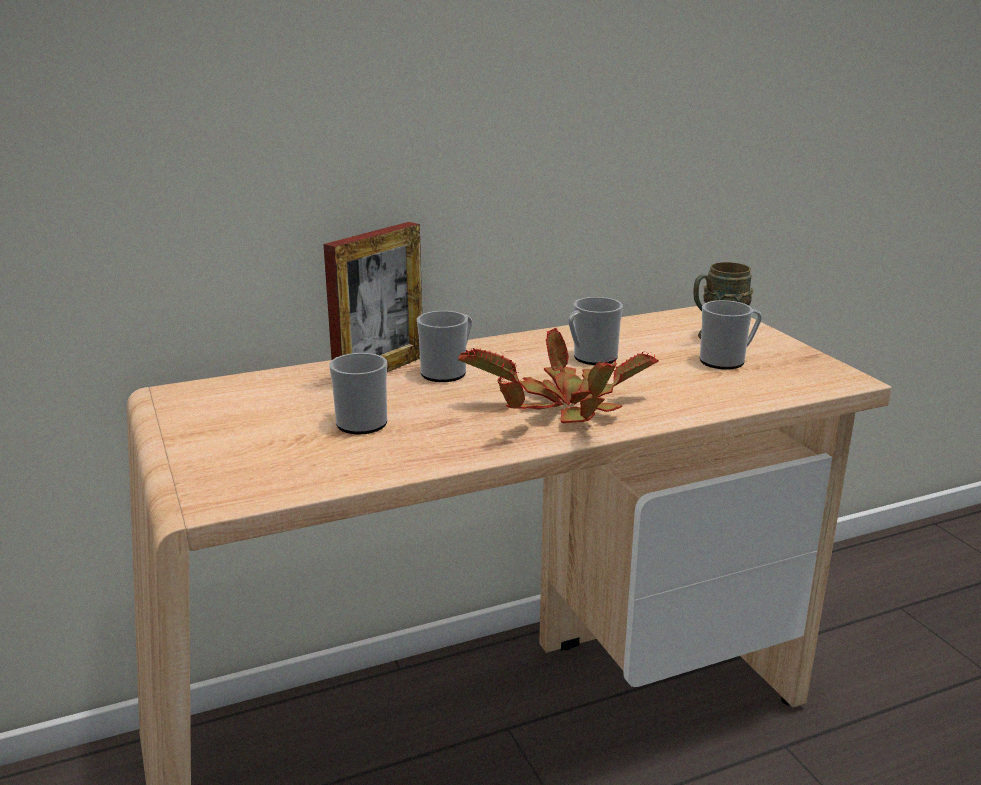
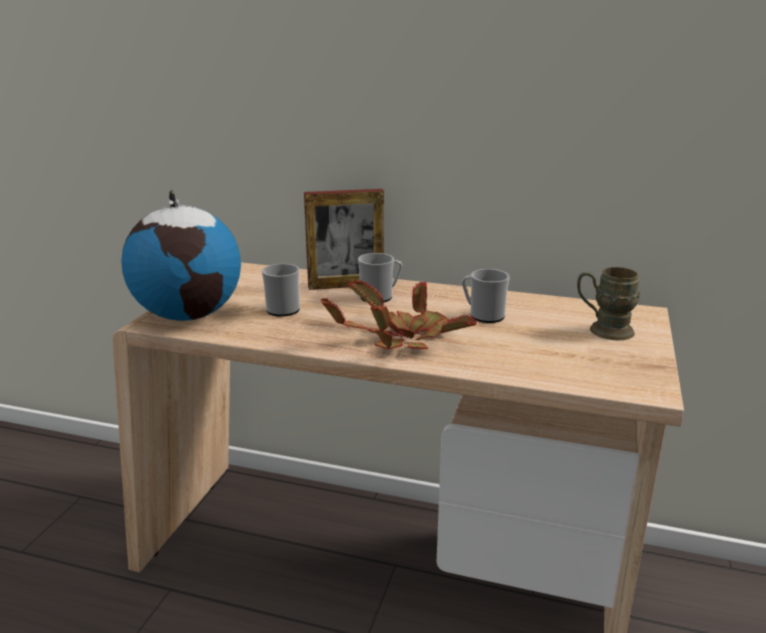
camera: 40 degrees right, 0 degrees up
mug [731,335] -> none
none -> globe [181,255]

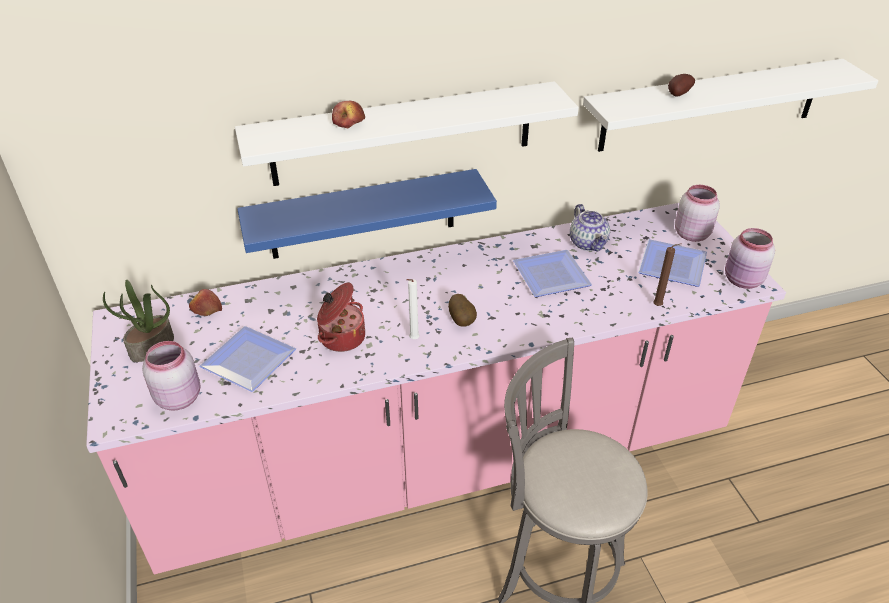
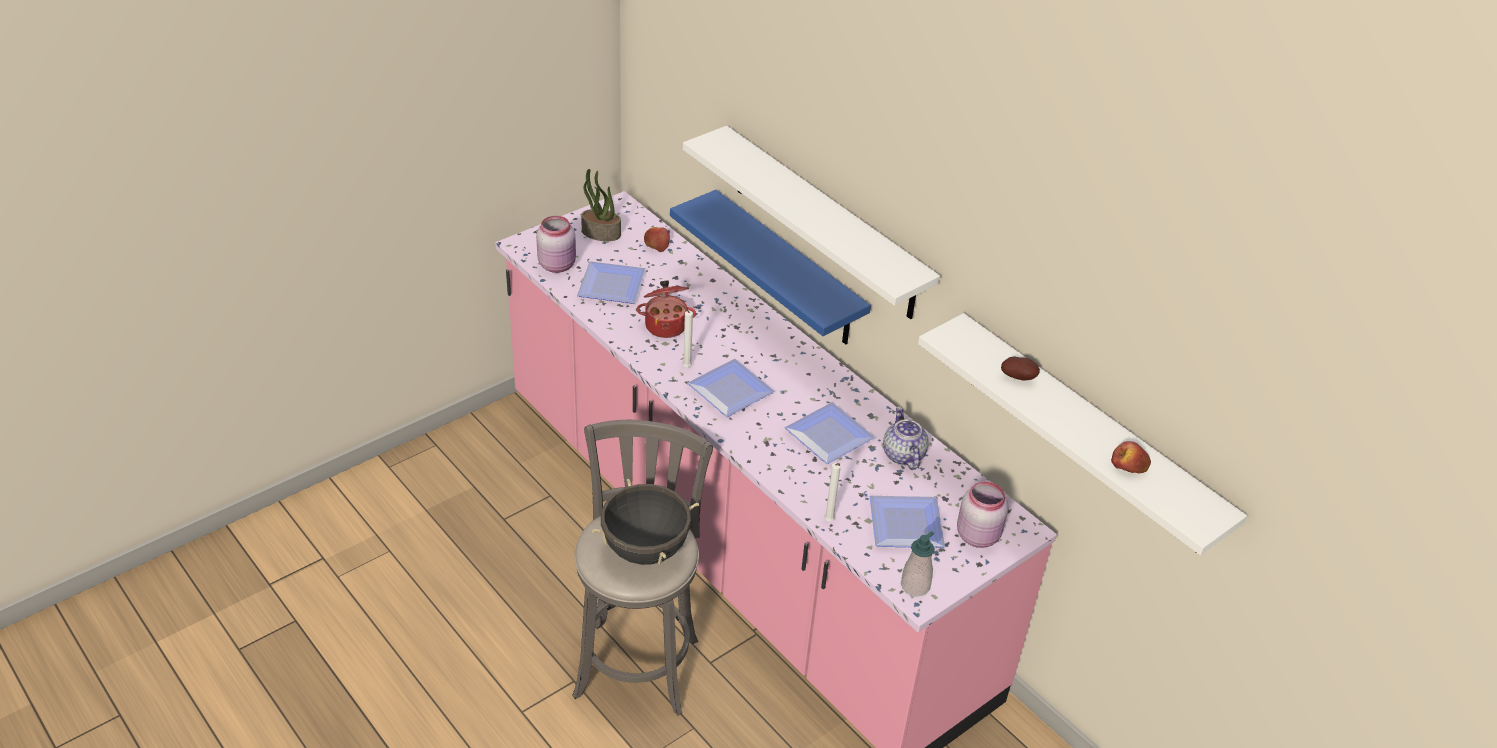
camera: 65 degrees right, 0 degrees up
pomme [348,114] -> pomme [1131,457], moved
théière [590,228] -> théière [906,438], 120 degrees clockwise
bocal/rose [750,258] -> distributeur de savon [918,563]
bougie/marron [667,274] -> bougie/blanc [832,492]
pomme de terre [462,310] -> assiette [731,388]
none -> marmite/noir [645,522]

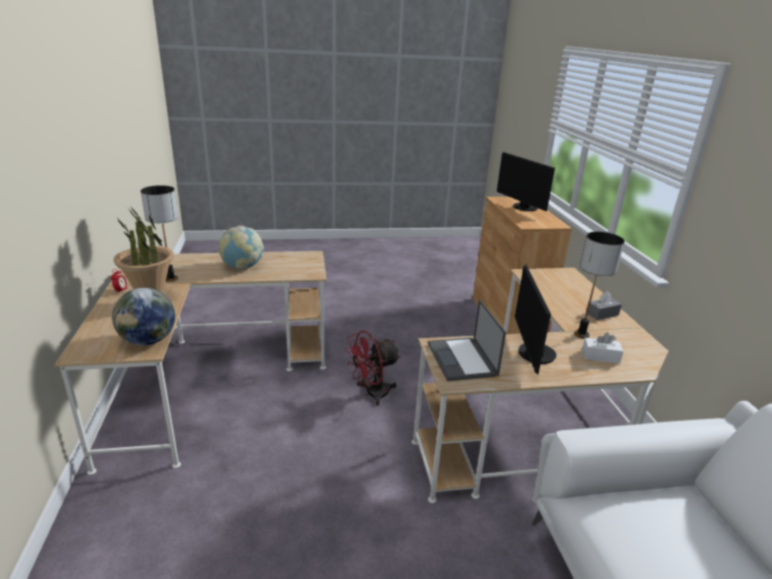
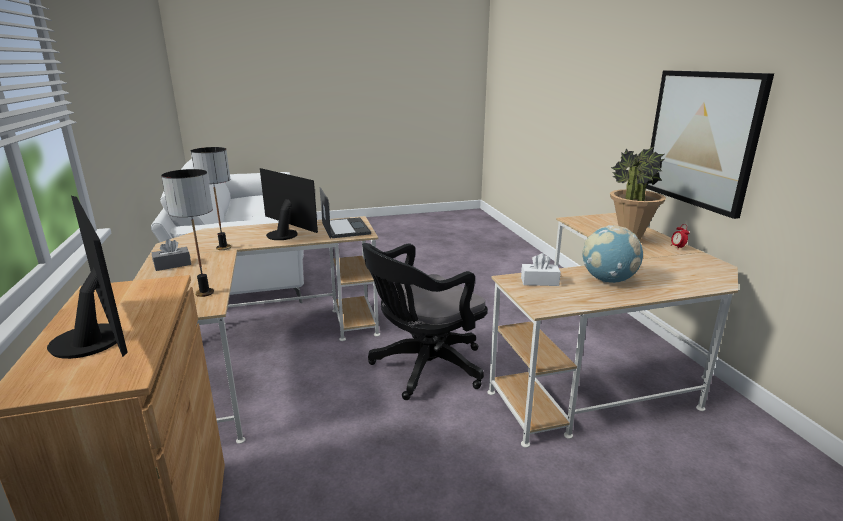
camera: 175 degrees right, 5 degrees down
lampe de table [159,233] -> lampe de table [187,233], moved
écran d'ordinateur [536,319] -> écran d'ordinateur [289,204], 45 degrees counterclockwise
globe [143,317] -> none
ventilateur/rouge [373,368] -> chaise de bureau/noir [425,321]
boîte à mouchoirs/blanc [603,348] -> boîte à mouchoirs/blanc [541,269], moved
none -> tableau [710,144]

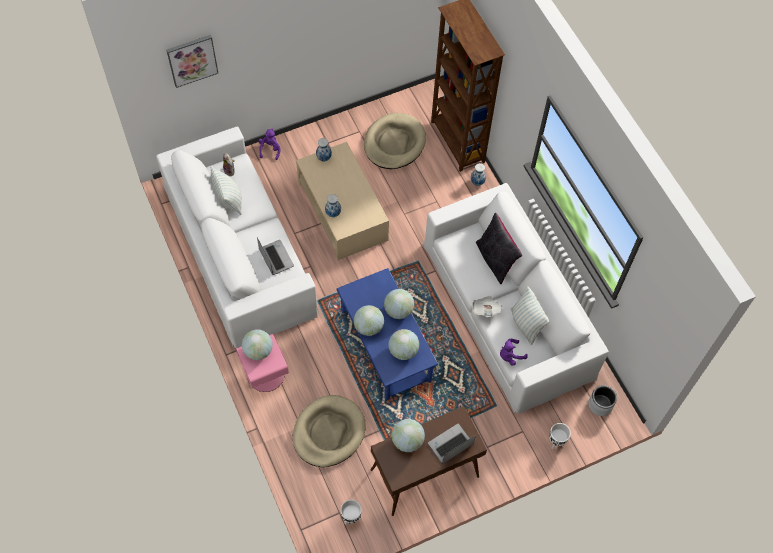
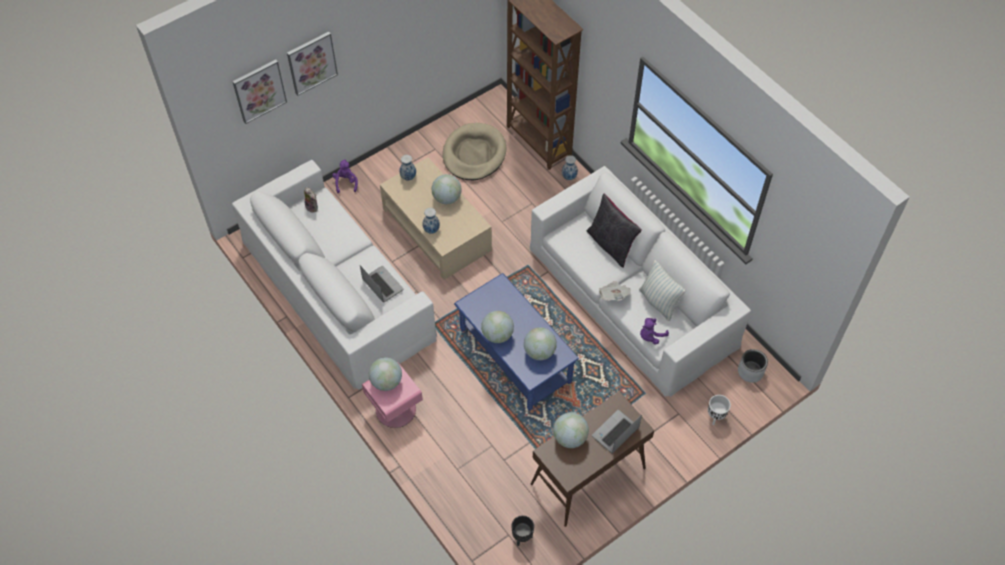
camera: 10 degrees left, 5 degrees down
coussin [226,190] -> none
globe [399,304] -> globe [446,189], moved
panier pour chien/beige [329,431] -> none
cache-pot/blanc [351,512] -> cache-pot/noir [522,530]
none -> tableau [312,64]

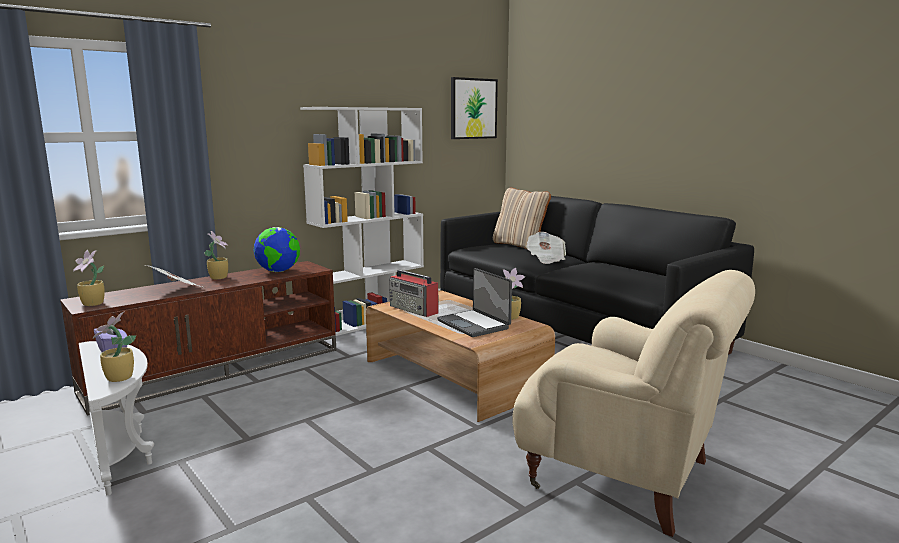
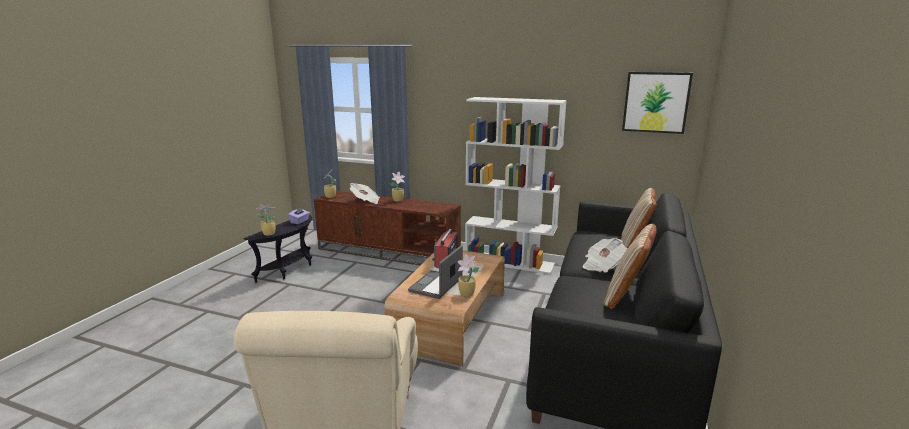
camera: 60 degrees right, 5 degrees up
globe [277,249] -> none
table d'appoint/blanc [116,418] -> table d'appoint/noir [277,248]
none -> coussin/beige [630,266]

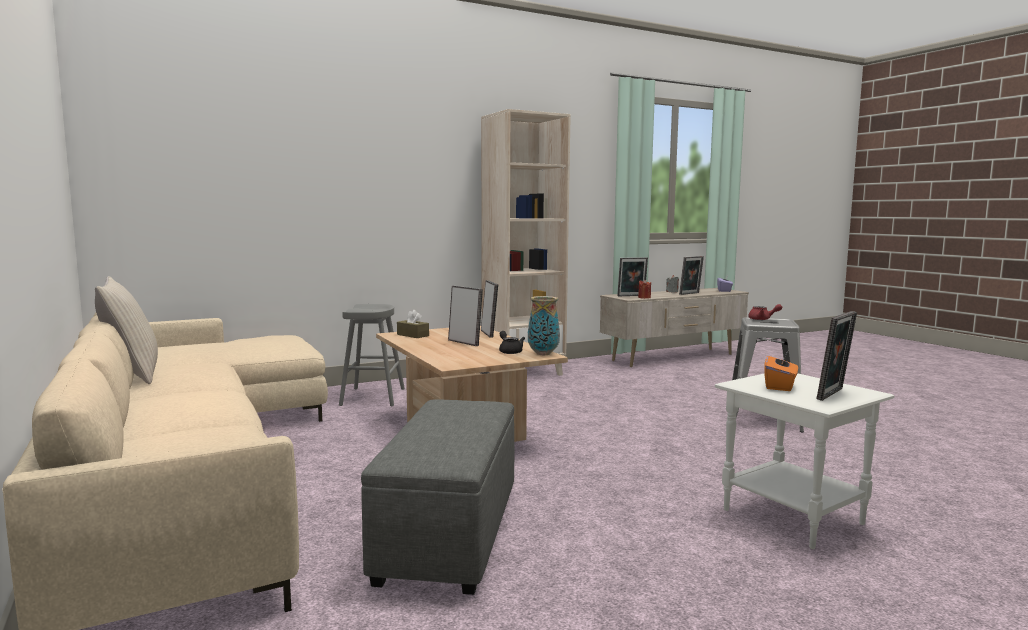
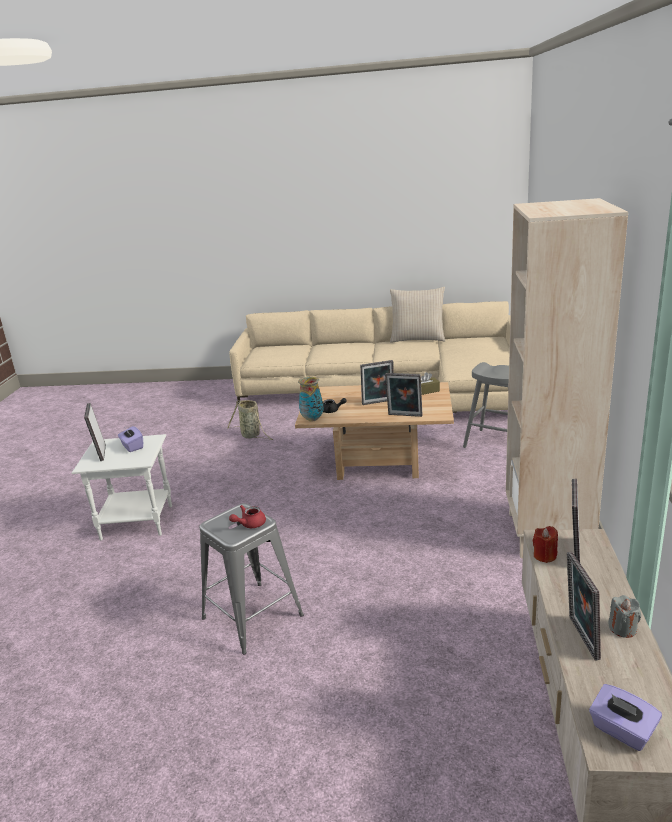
camera: 125 degrees right, 15 degrees up
boîte à mouchoirs/orange [781,371] -> boîte à mouchoirs/violet [130,439]
pouf/gris [437,497] -> panier [250,420]

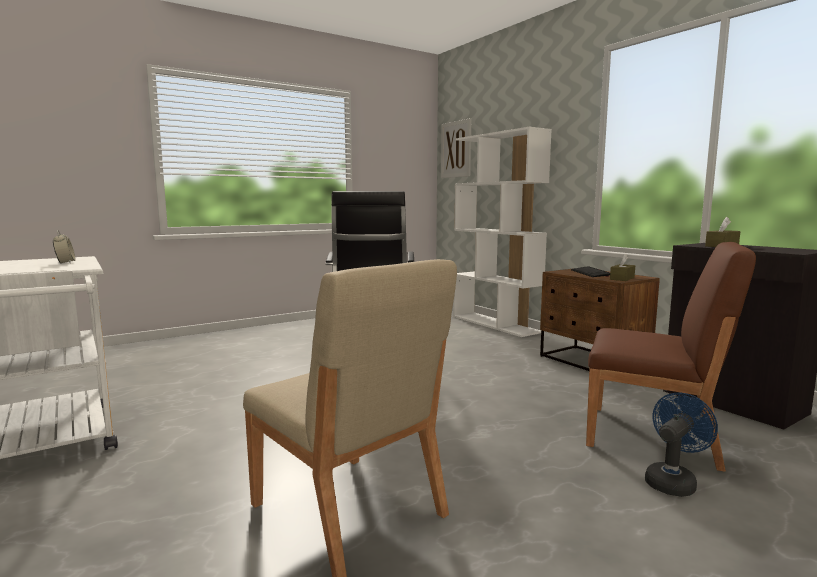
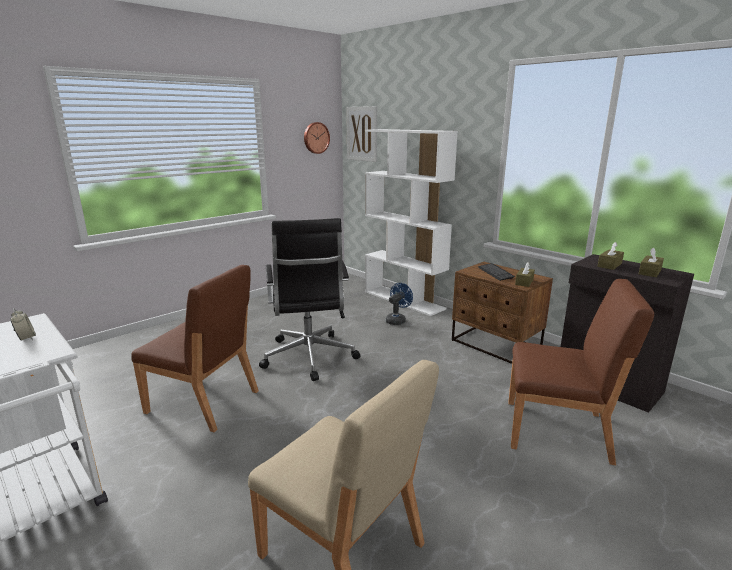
camera: 10 degrees left, 10 degrees up
ventilateur/bleu [681,445] -> ventilateur/bleu [399,304], moved
none -> horloge murale [317,138]
none -> boîte à mouchoirs/marron [651,262]
none -> chaise/marron [195,348]

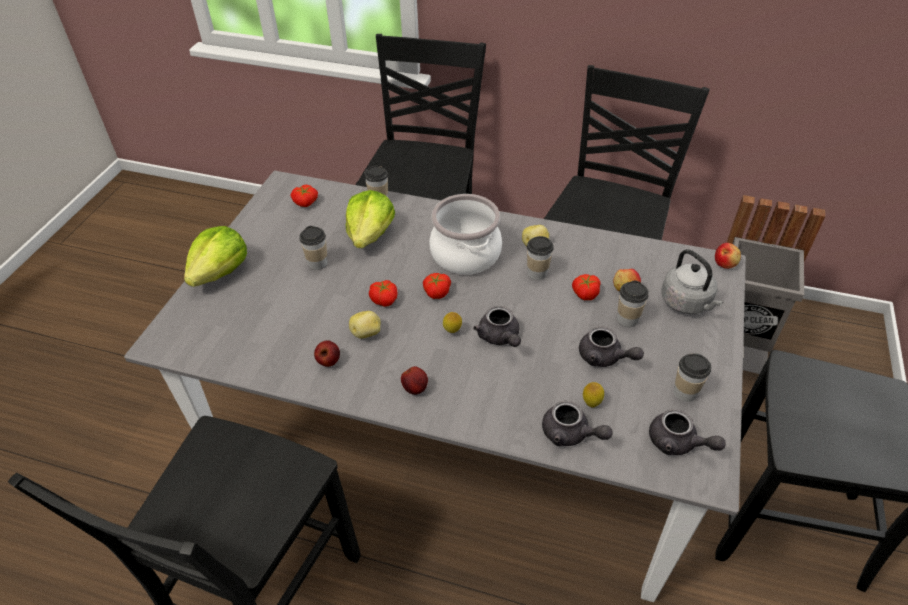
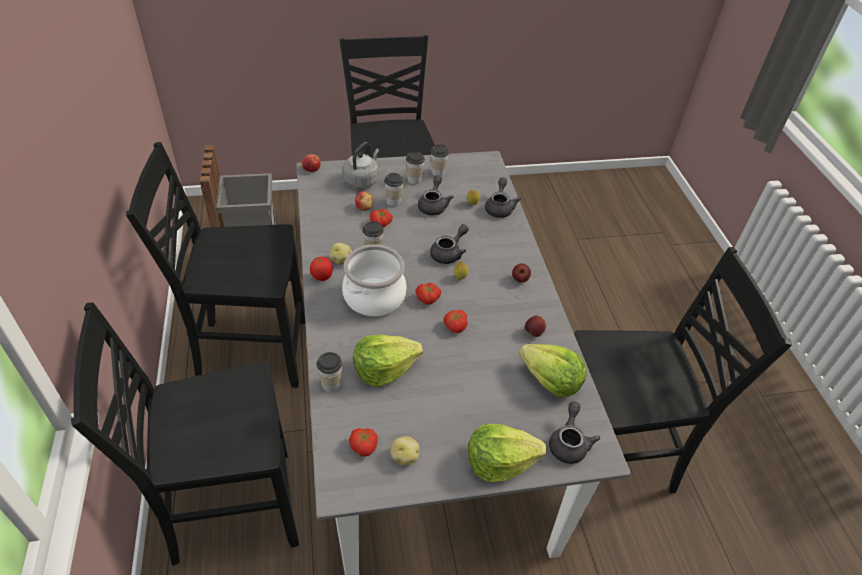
camera: 120 degrees left, 0 degrees up
tasse [313,248] -> tasse [415,168], moved
pomme de terre [365,325] -> pomme de terre [405,451], moved
théière/gris [687,432] -> théière/gris [574,432], moved
none -> tomate [321,269]
none -> laitue [553,370]

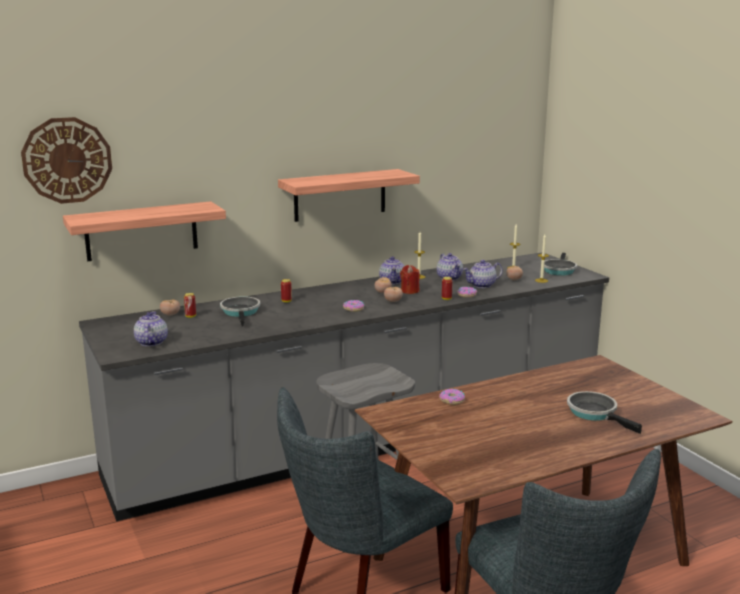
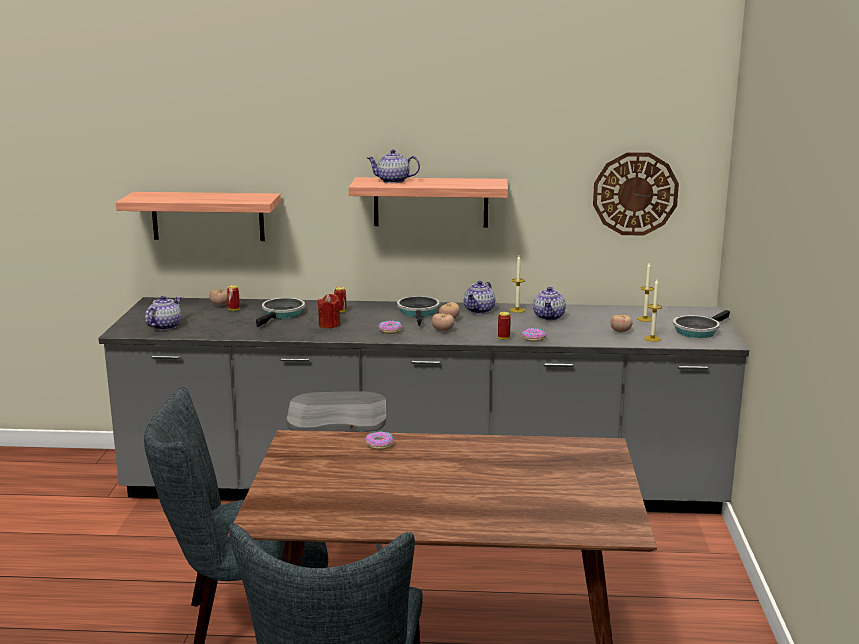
camera: 30 degrees right, 0 degrees up
horloge murale [66,160] -> horloge murale [636,193], moved
théière [483,274] -> théière [393,166], moved
bougie/rouge [410,279] -> bougie/rouge [329,311], moved
poêle [604,412] -> poêle [418,311], moved

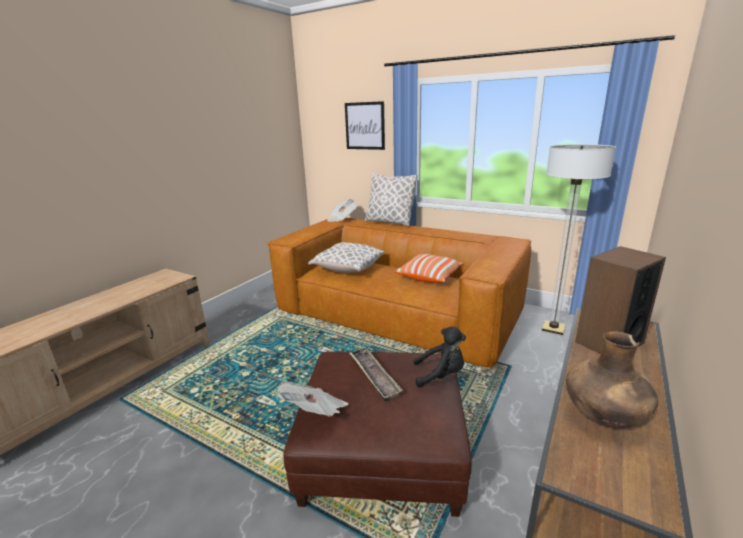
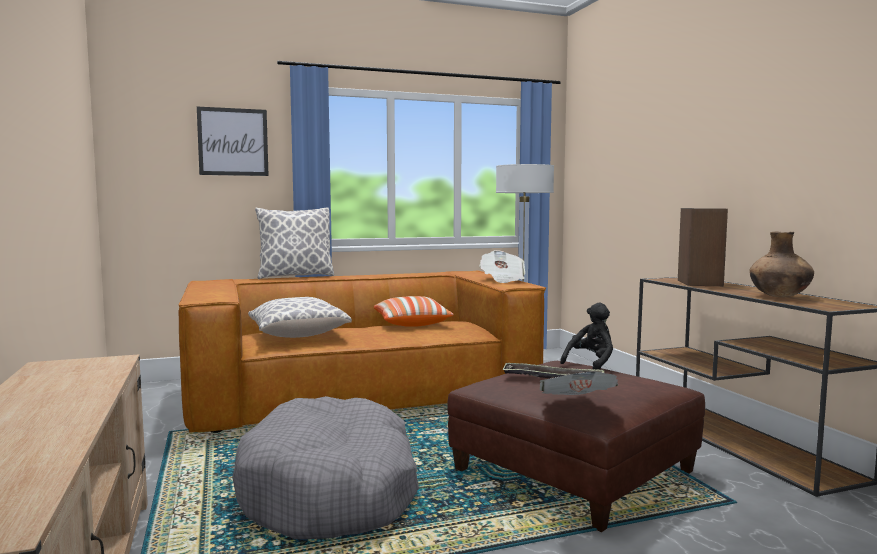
camera: 50 degrees left, 15 degrees down
journal [342,210] -> journal [502,266], moved
none -> panier pour chien/gris [325,467]

